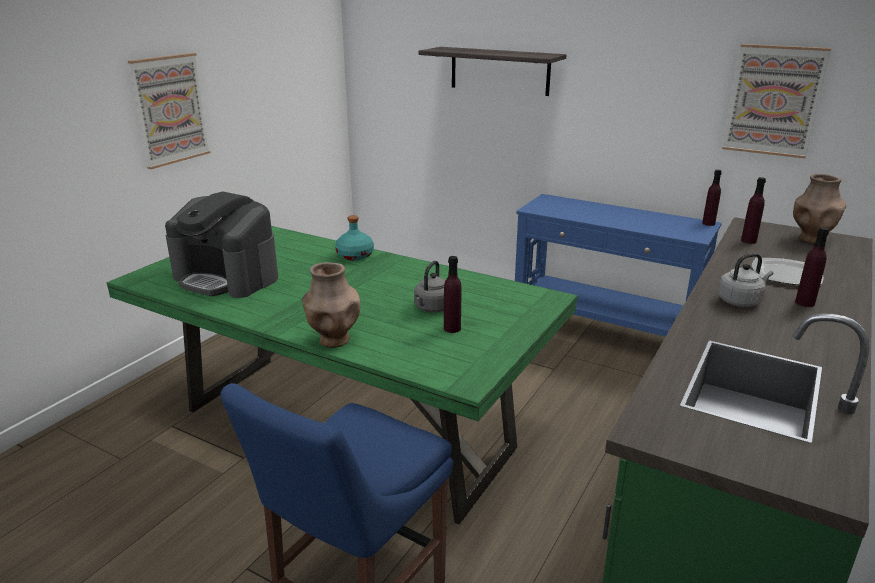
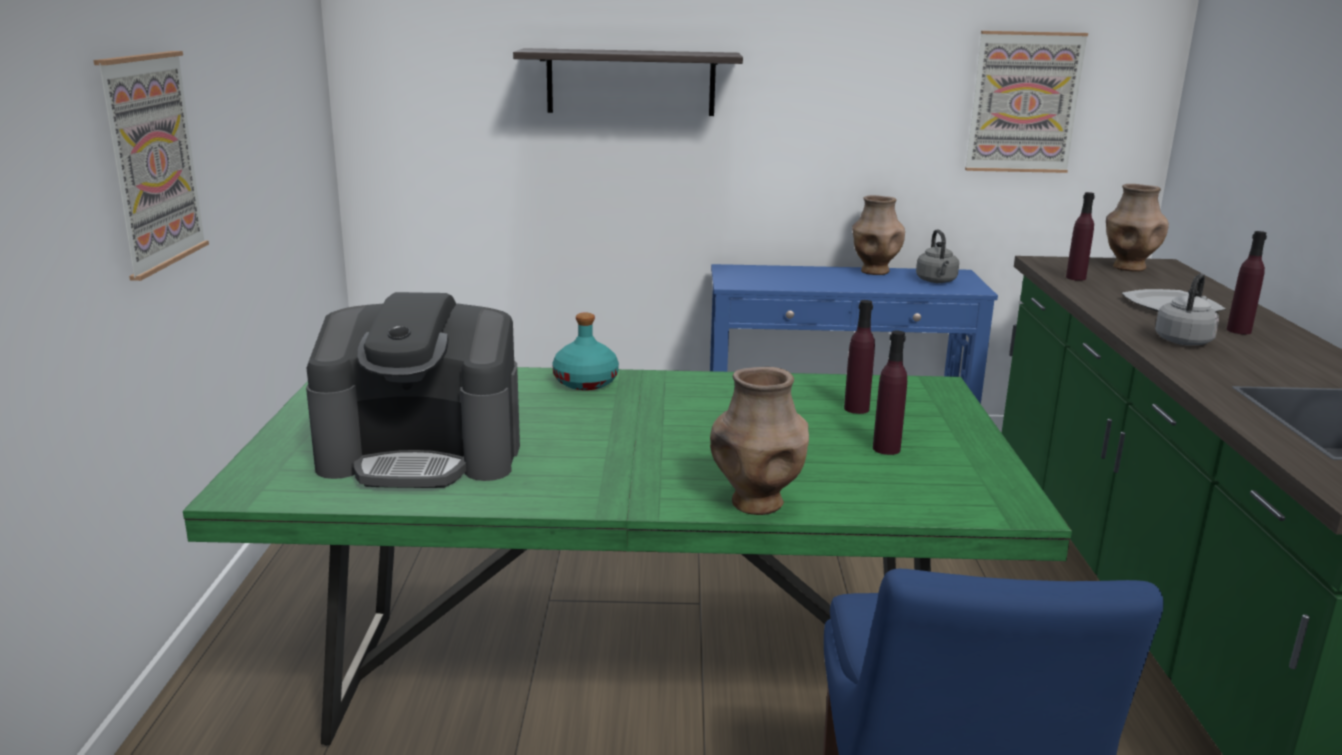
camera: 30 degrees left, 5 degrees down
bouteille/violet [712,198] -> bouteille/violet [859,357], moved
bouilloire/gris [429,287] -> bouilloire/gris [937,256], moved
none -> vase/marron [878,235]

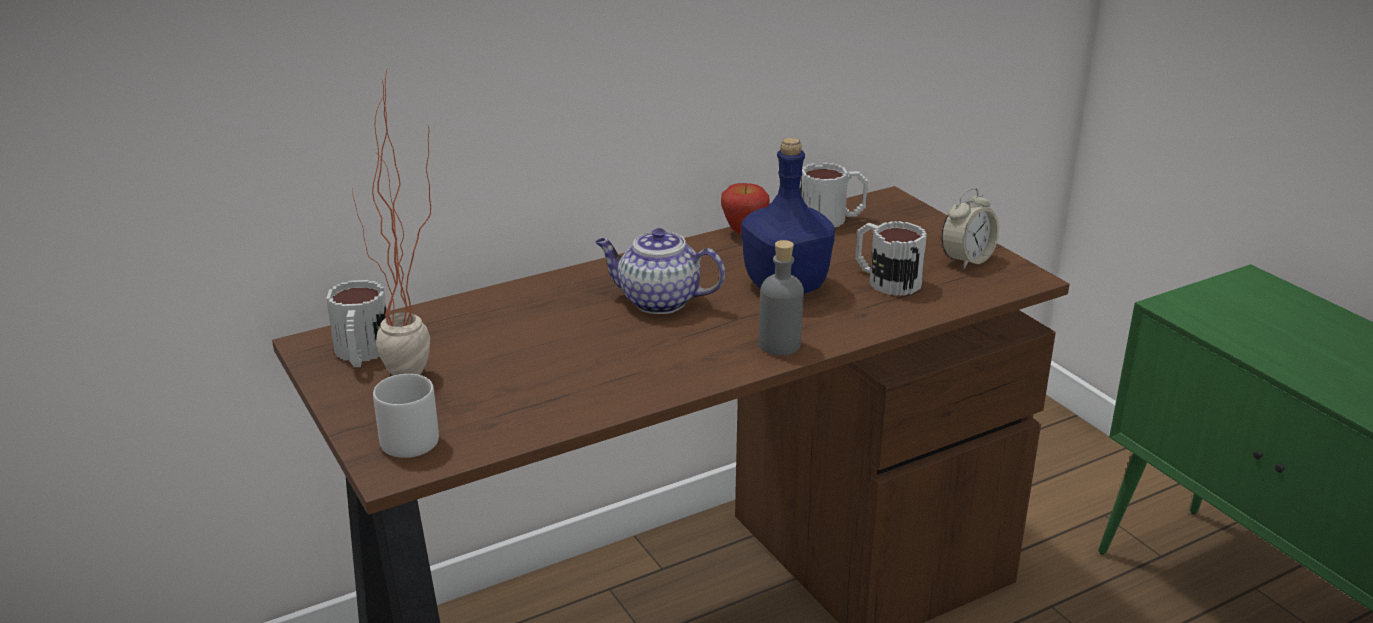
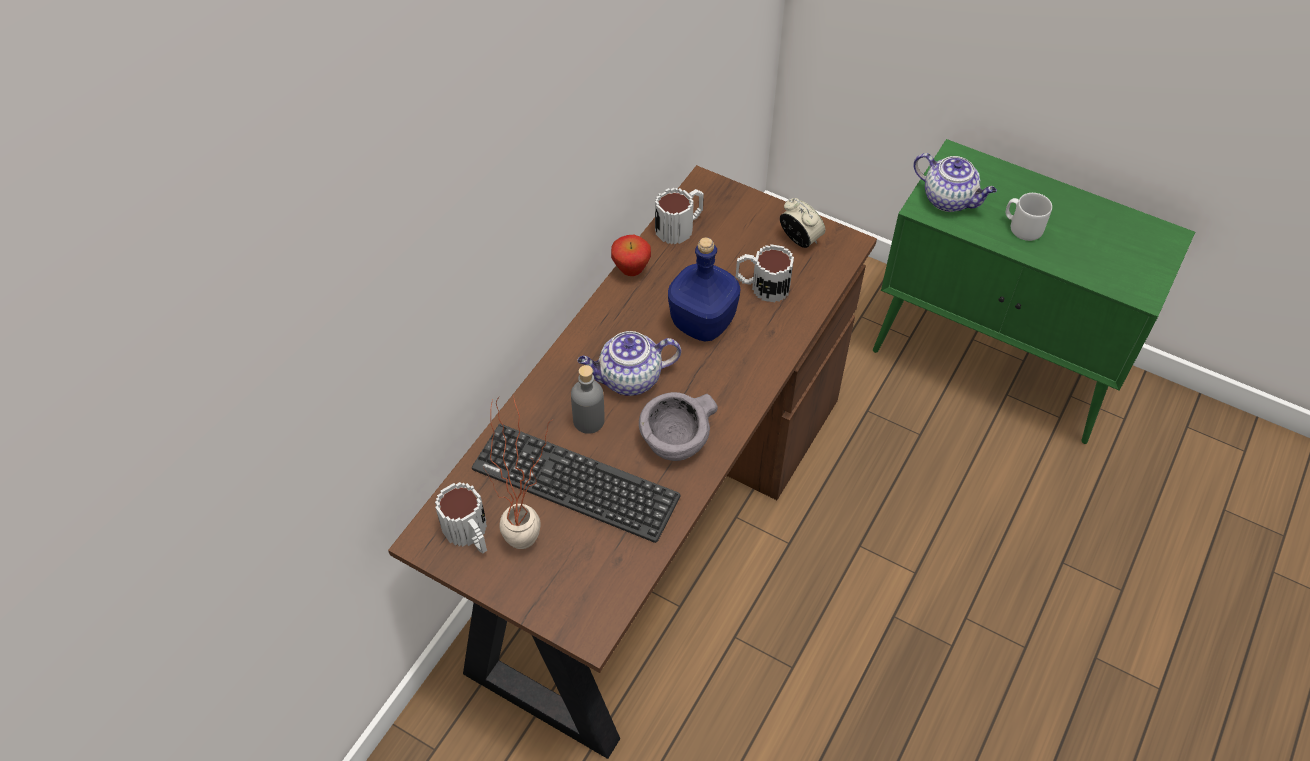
camera: 30 degrees left, 25 degrees up
réveil [970,228] -> réveil [802,223], 60 degrees counterclockwise
bouteille/gris [781,298] -> bouteille/gris [588,399], moved
mug/gris [406,416] -> mug/gris [1029,217], moved
none -> théière [955,182]
none -> bol/gris [678,426]
none -> clavier [576,483]

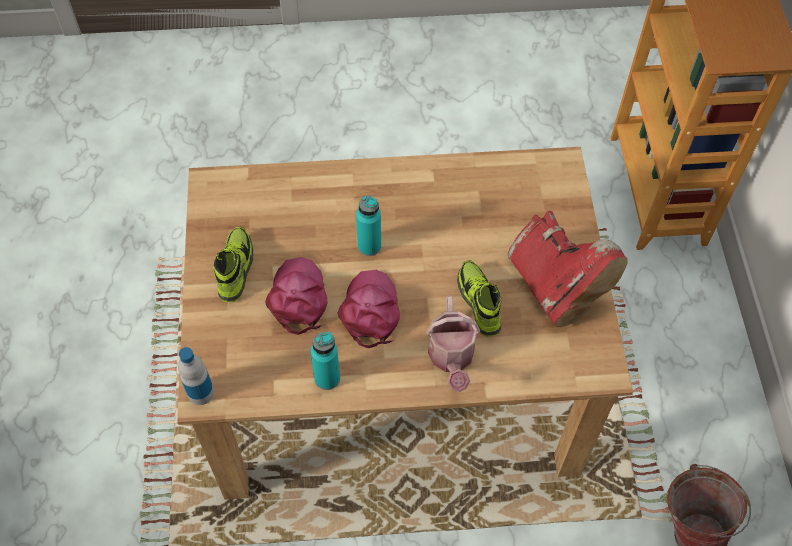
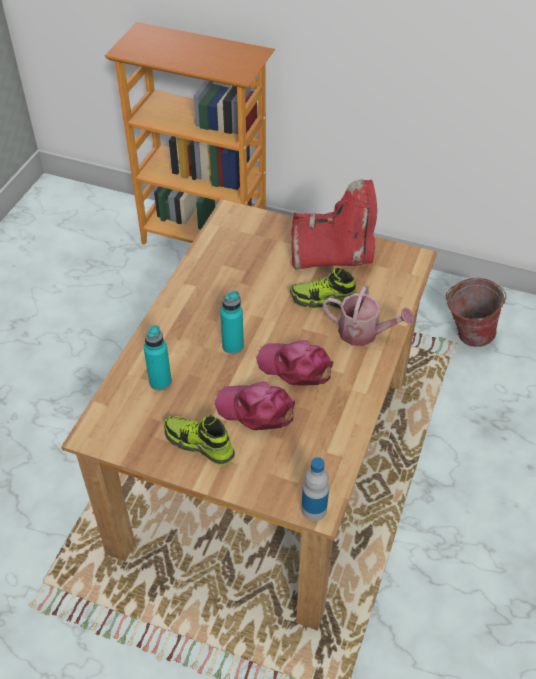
camera: 65 degrees left, 10 degrees down
bouteille/turquoise [325,361] -> bouteille/turquoise [158,357], moved

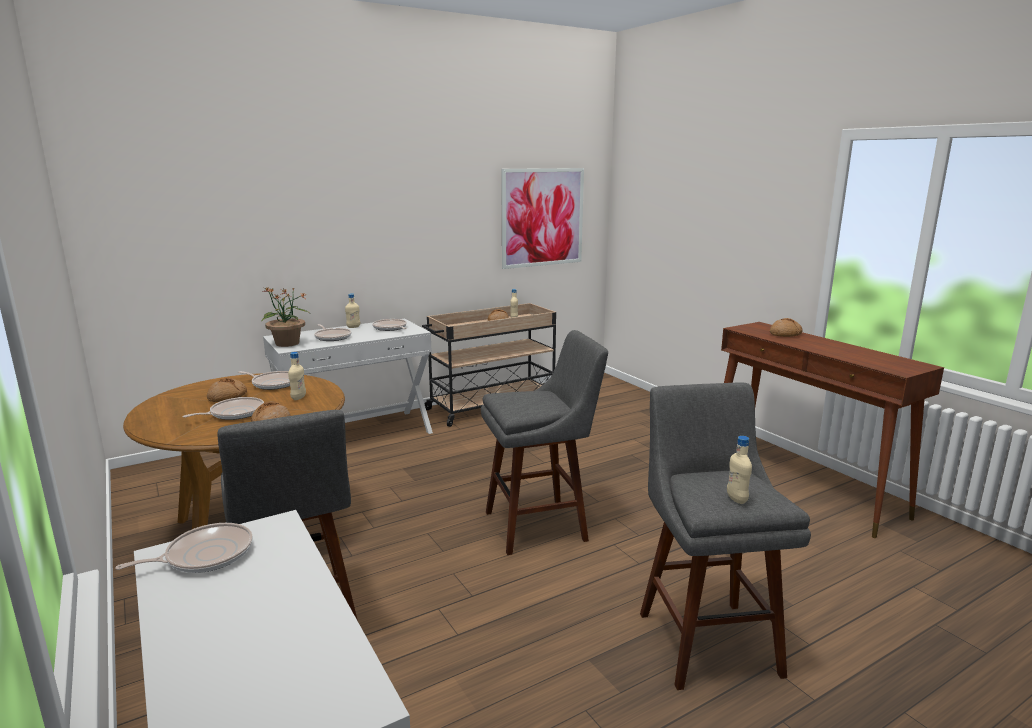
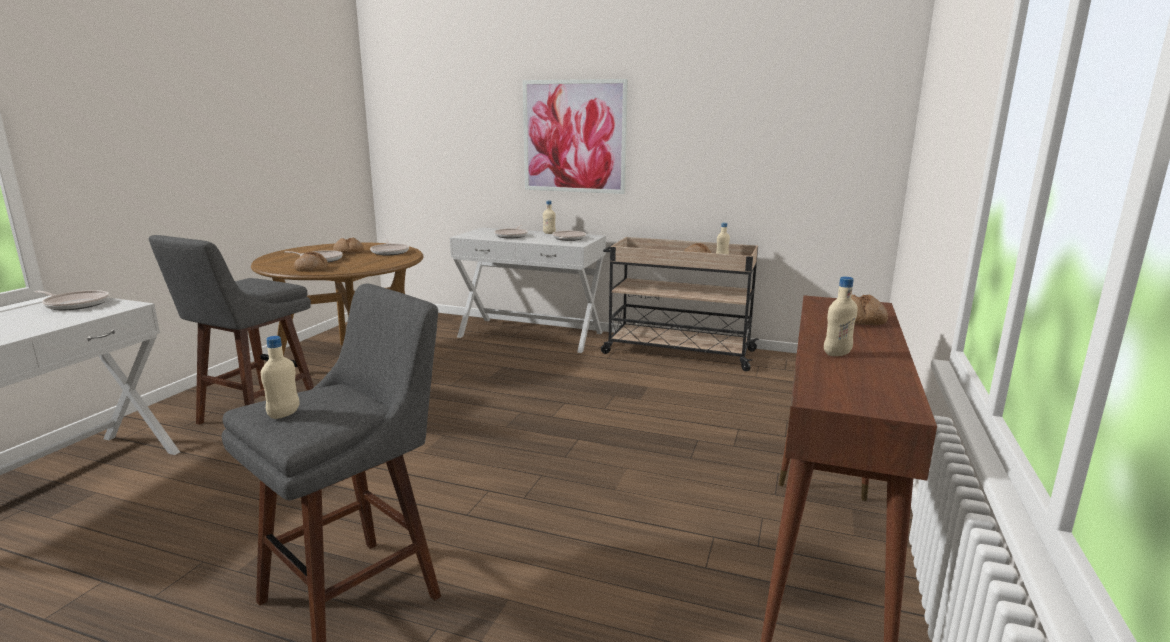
camera: 50 degrees right, 0 degrees up
tableau [542,218] -> tableau [575,136], moved
plante en pot [286,317] -> none
tabouret/gris [544,442] -> none
bouteille/beige [297,376] -> bouteille/beige [841,316], moved

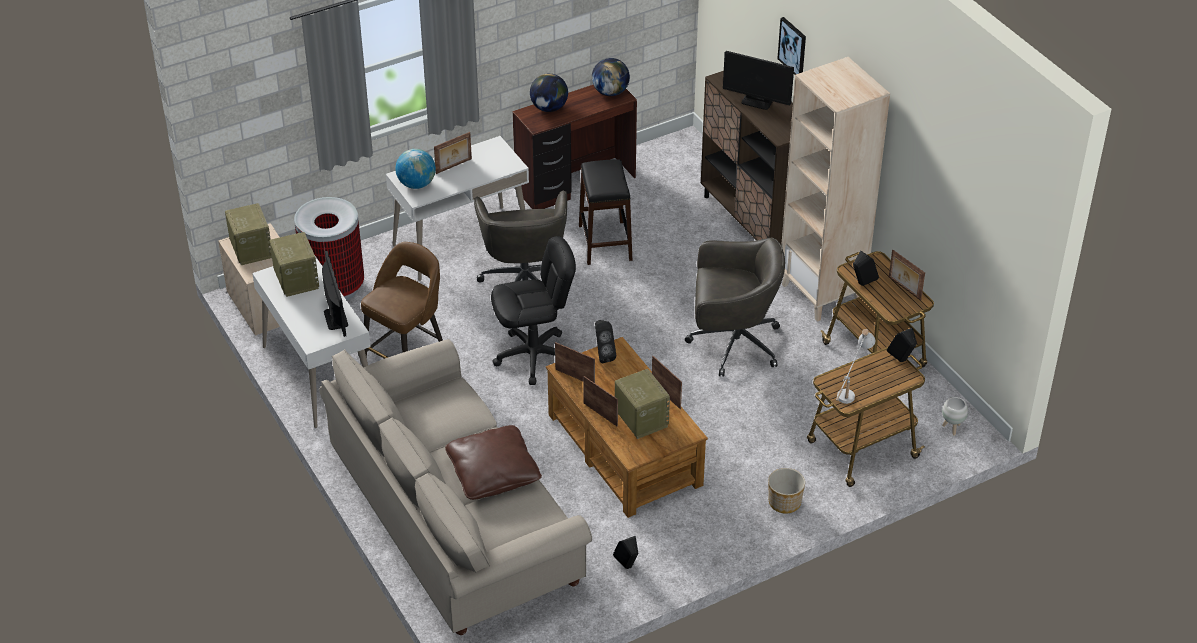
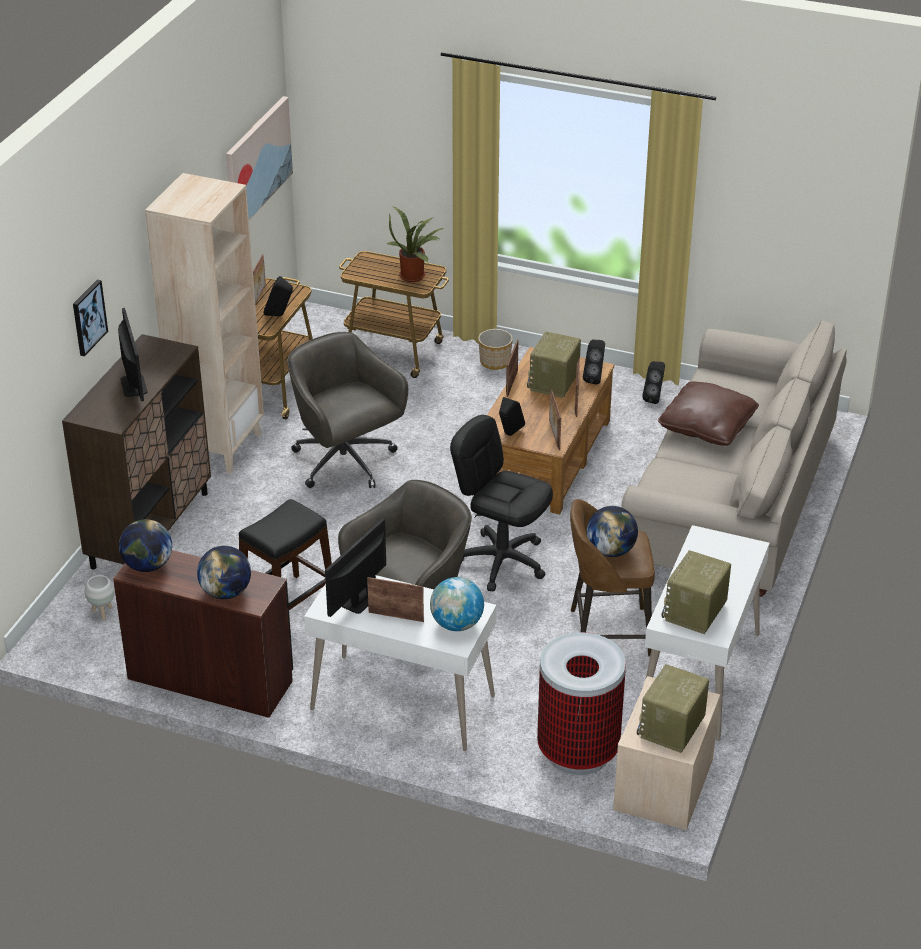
camera: 130 degrees left, 5 degrees down
écran d'ordinateur [335,294] -> écran d'ordinateur [355,568], moved
enceinte/noir [902,345] -> enceinte/noir [594,362], moved
lampe de table/blanc [855,366] -> plante en pot [415,244]
cache-pot/blanc [955,416] -> cache-pot/blanc [100,597], moved
none -> tableau [259,158]
none -> globe [612,531]

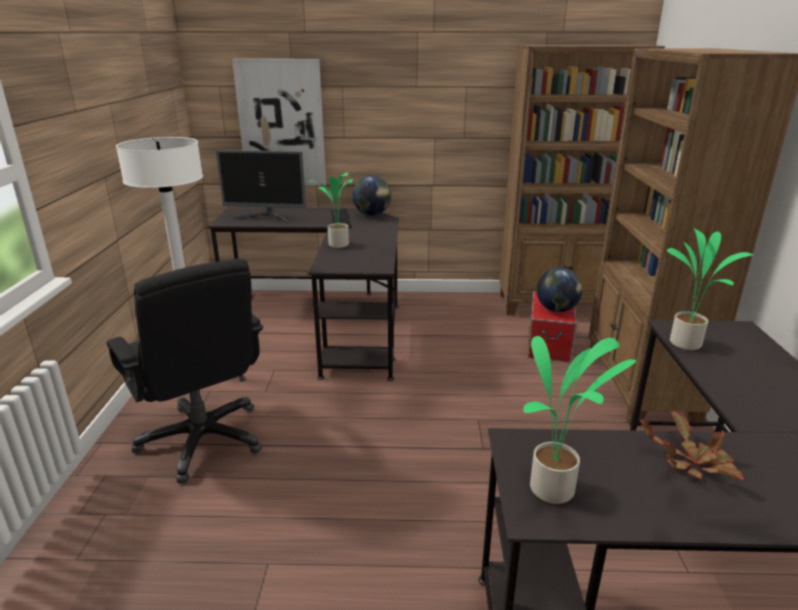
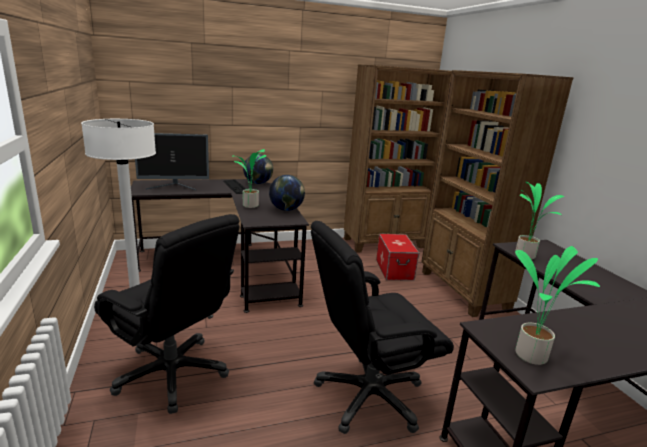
camera: 20 degrees left, 5 degrees down
tableau [279,122] -> none
globe [559,290] -> globe [287,193], moved
plante en pot [692,444] -> none
none -> chaise de bureau/noir [382,327]

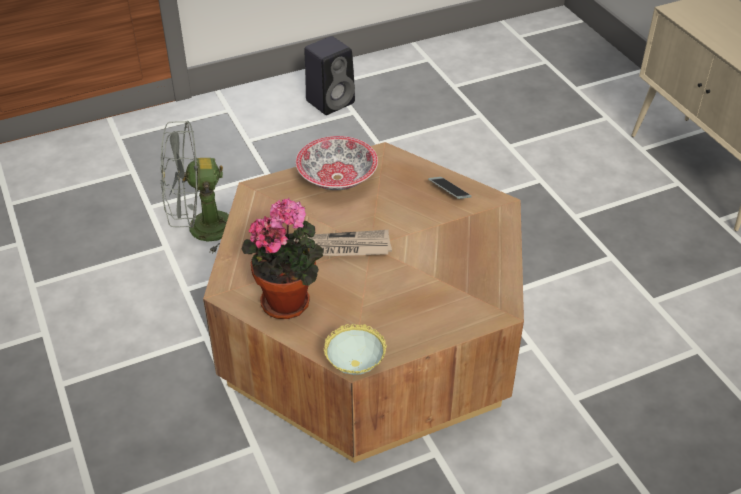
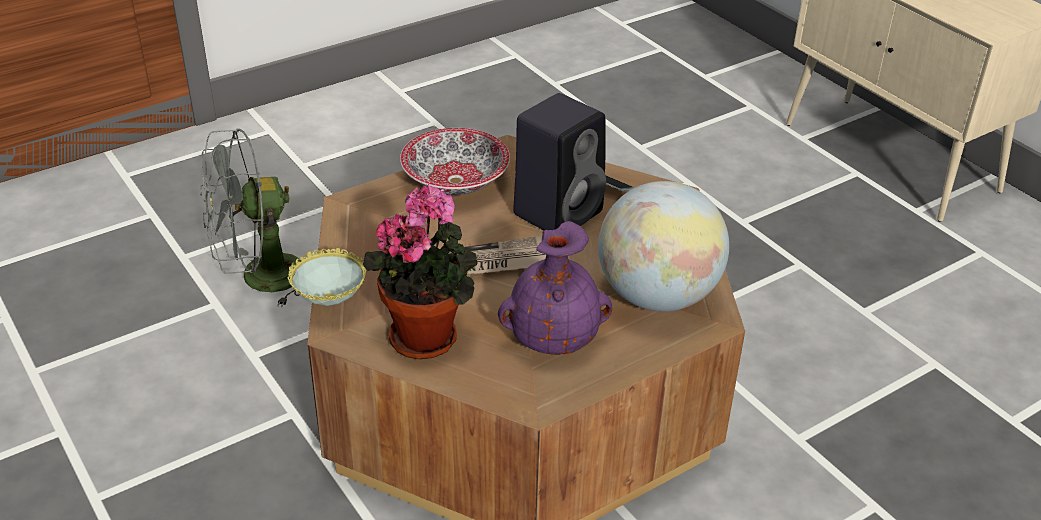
camera: 10 degrees left, 5 degrees down
enceinte/noir [329,75] -> enceinte/noir [559,161], moved
bol [355,349] -> bol [326,277], moved
none -> globe [663,246]
none -> vase/violet [555,288]

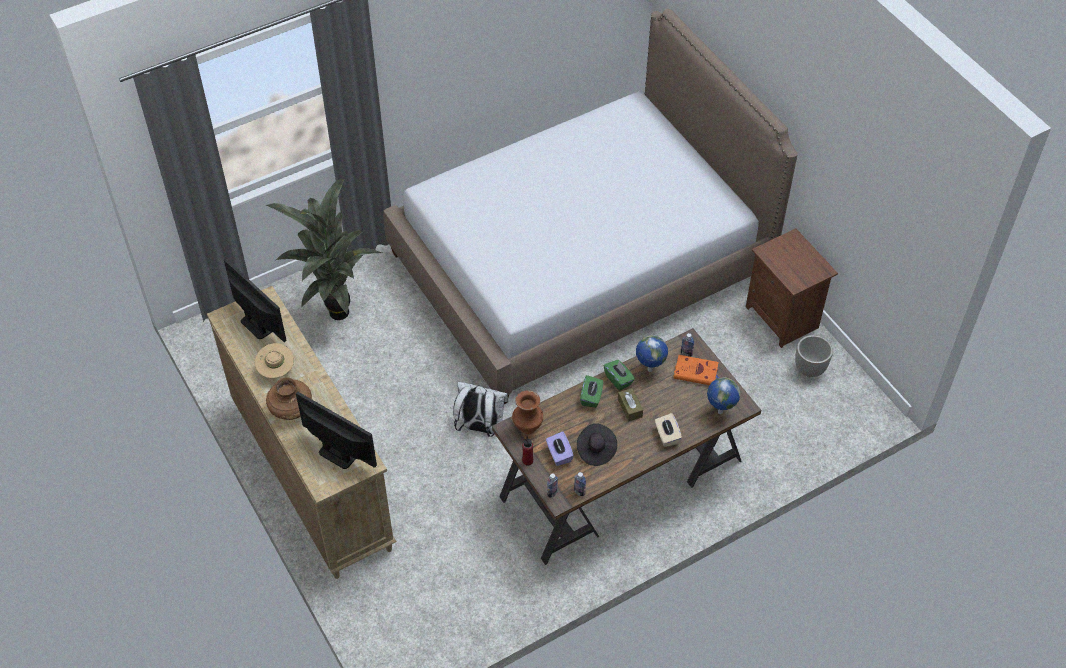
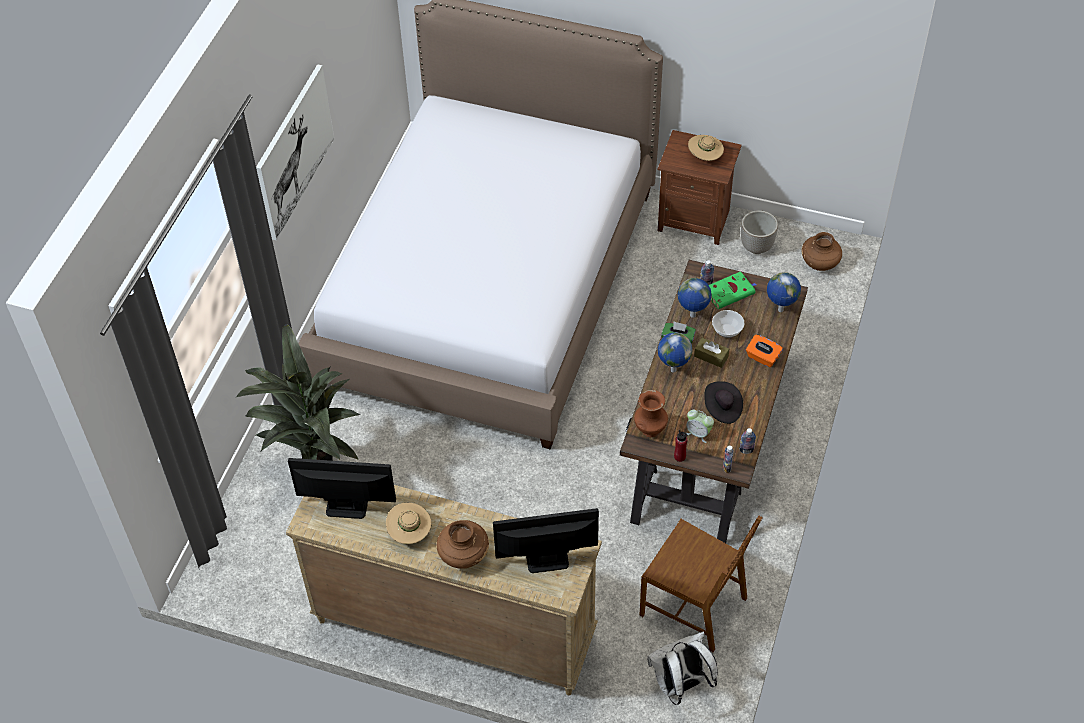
camera: 40 degrees left, 0 degrees up
livre/orange [697,370] -> livre/vert [732,290]
boîte à mouchoirs/vert [591,391] -> globe [675,352]
sac à dos/blanc [480,409] -> sac à dos/blanc [683,668], moved
boîte à mouchoirs/beige [668,430] -> boîte à mouchoirs/orange [764,351]
boîte à mouchoirs/violet [560,448] -> réveil [700,426]
none -> tableau [295,152]
none -> chapeau/beige [706,148]
none -> vase/marron [822,251]
none -> bol [728,324]
none -> chaise/marron [701,584]

